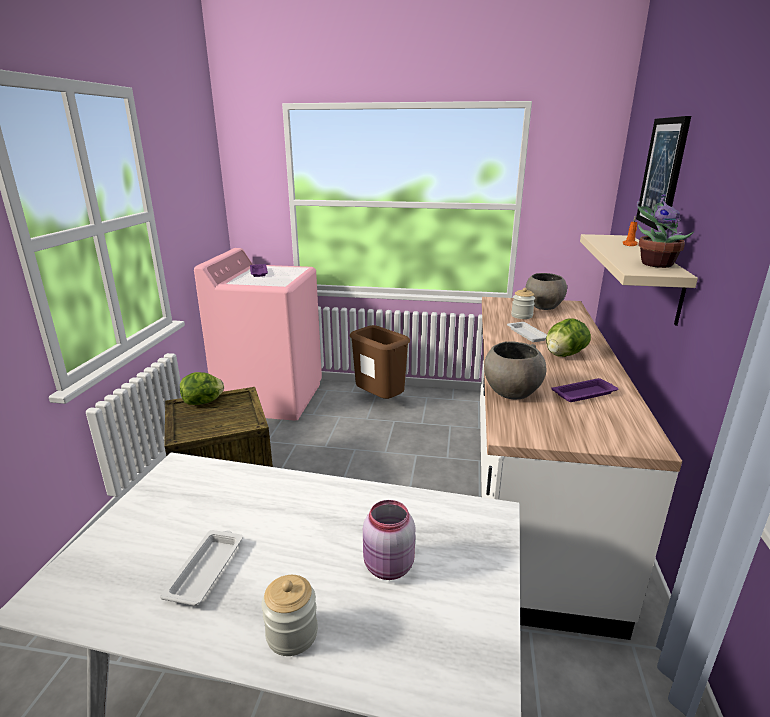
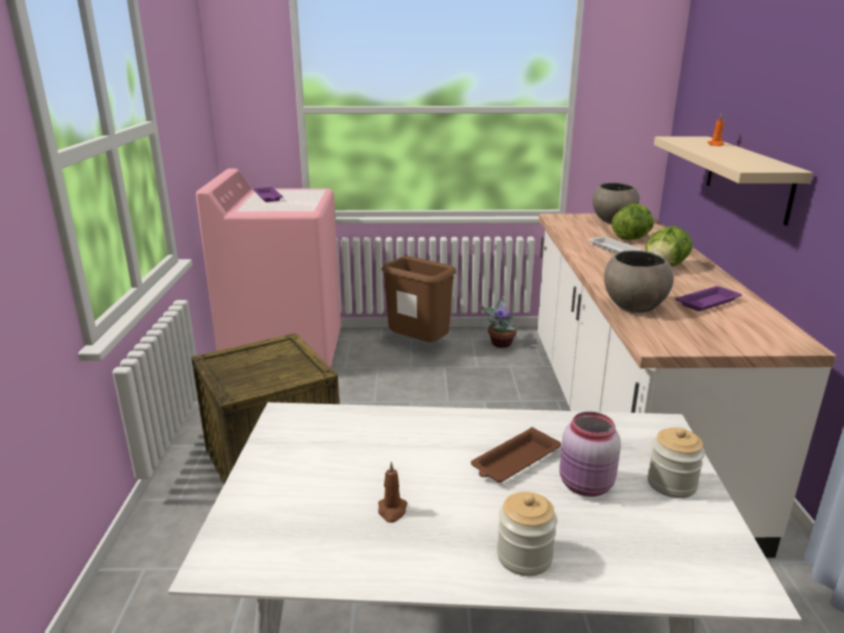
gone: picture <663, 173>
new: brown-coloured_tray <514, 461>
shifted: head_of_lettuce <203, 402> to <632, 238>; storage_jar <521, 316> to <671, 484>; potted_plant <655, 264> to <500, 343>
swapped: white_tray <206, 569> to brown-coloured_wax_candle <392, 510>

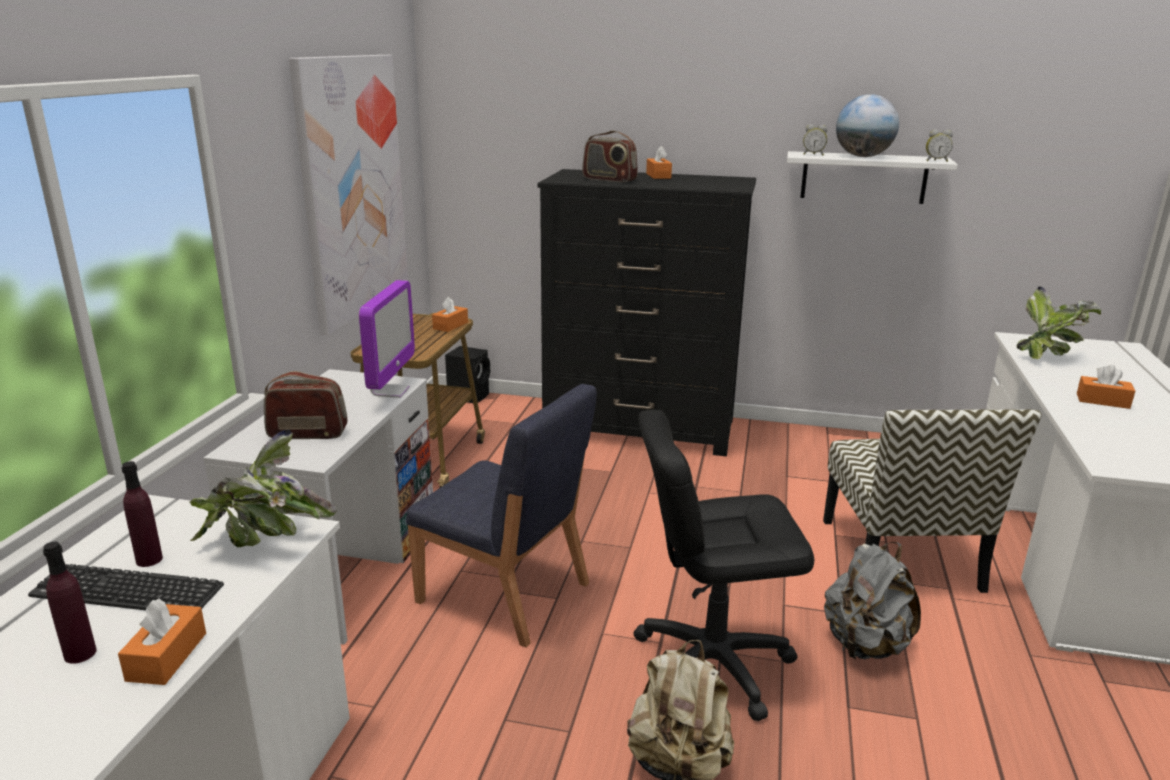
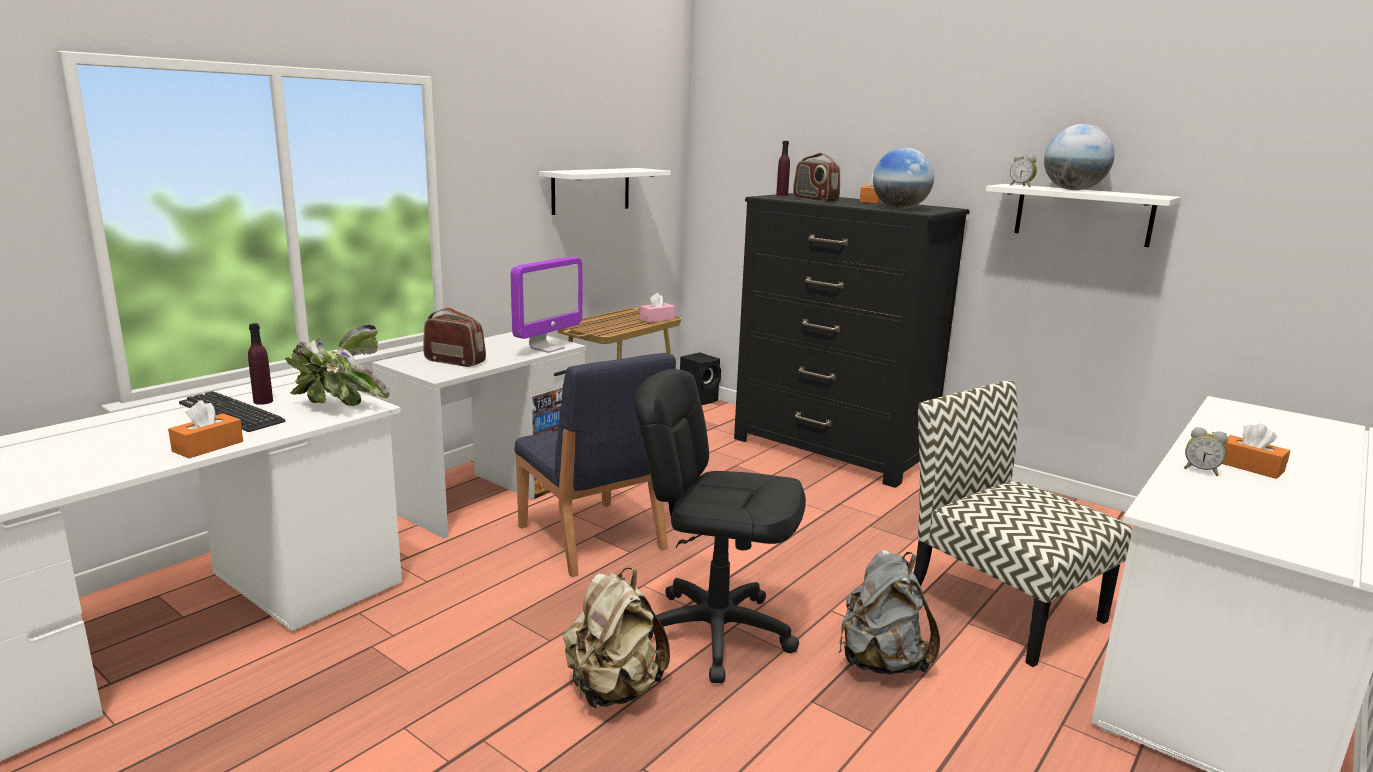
gone: potted_plant <1048, 356>
new: world_globe <900, 208>
shifted: purplish_drink_bottle <80, 654> to <782, 195>; bedside_clock <936, 161> to <1201, 470>
swapped: picture <353, 188> to white_shelf <591, 190>
repainted: orange_box_of_tissues <450, 325> to pinkish_box_of_tissues <657, 319>
rotated: chair <901, 556> = <1000, 606> 120 degrees clockwise

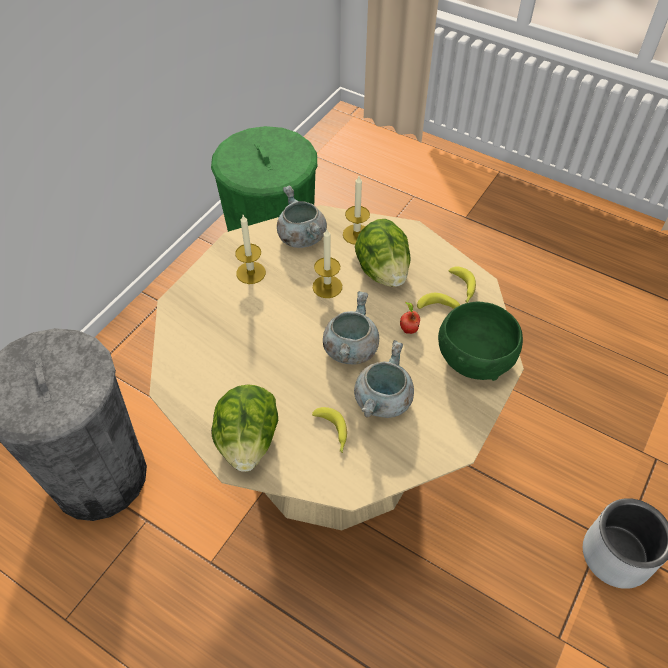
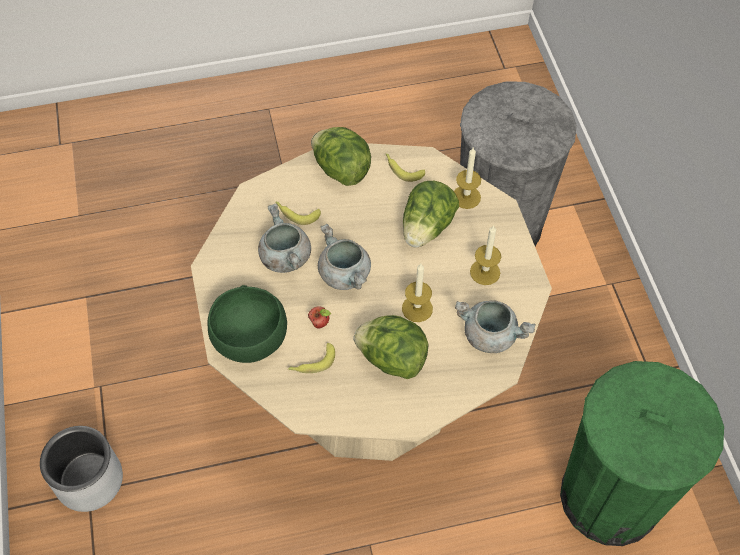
new: head_of_lettuce <427, 228>
shifted: wax_candle <356, 234> to <466, 197>; banana_fruit <462, 288> to <402, 169>

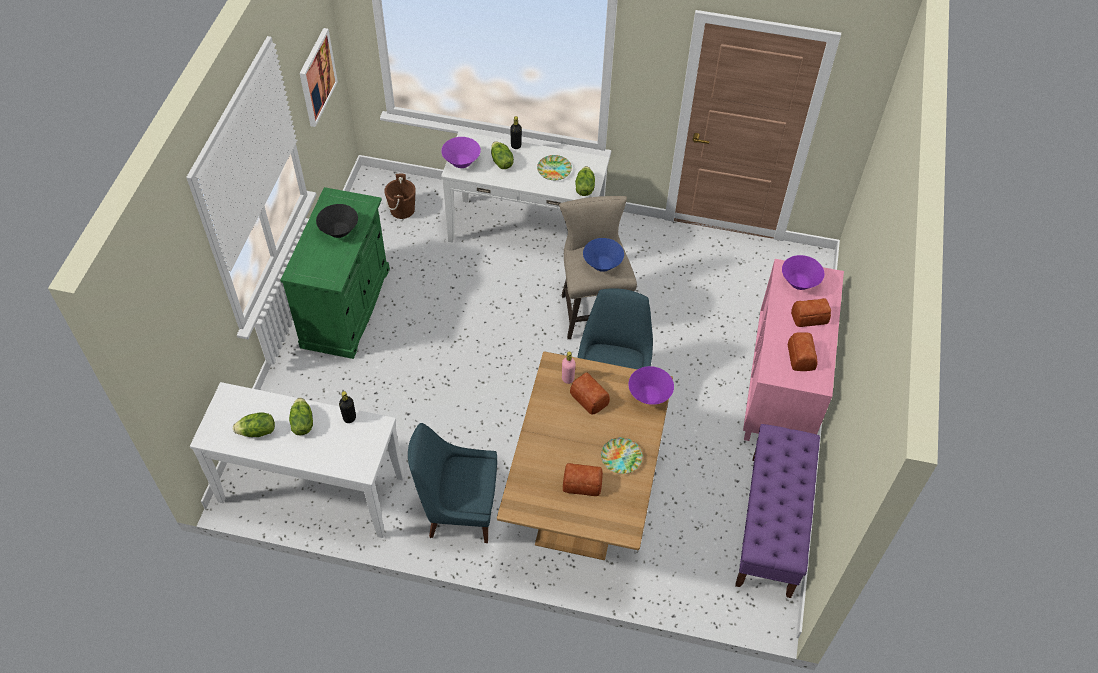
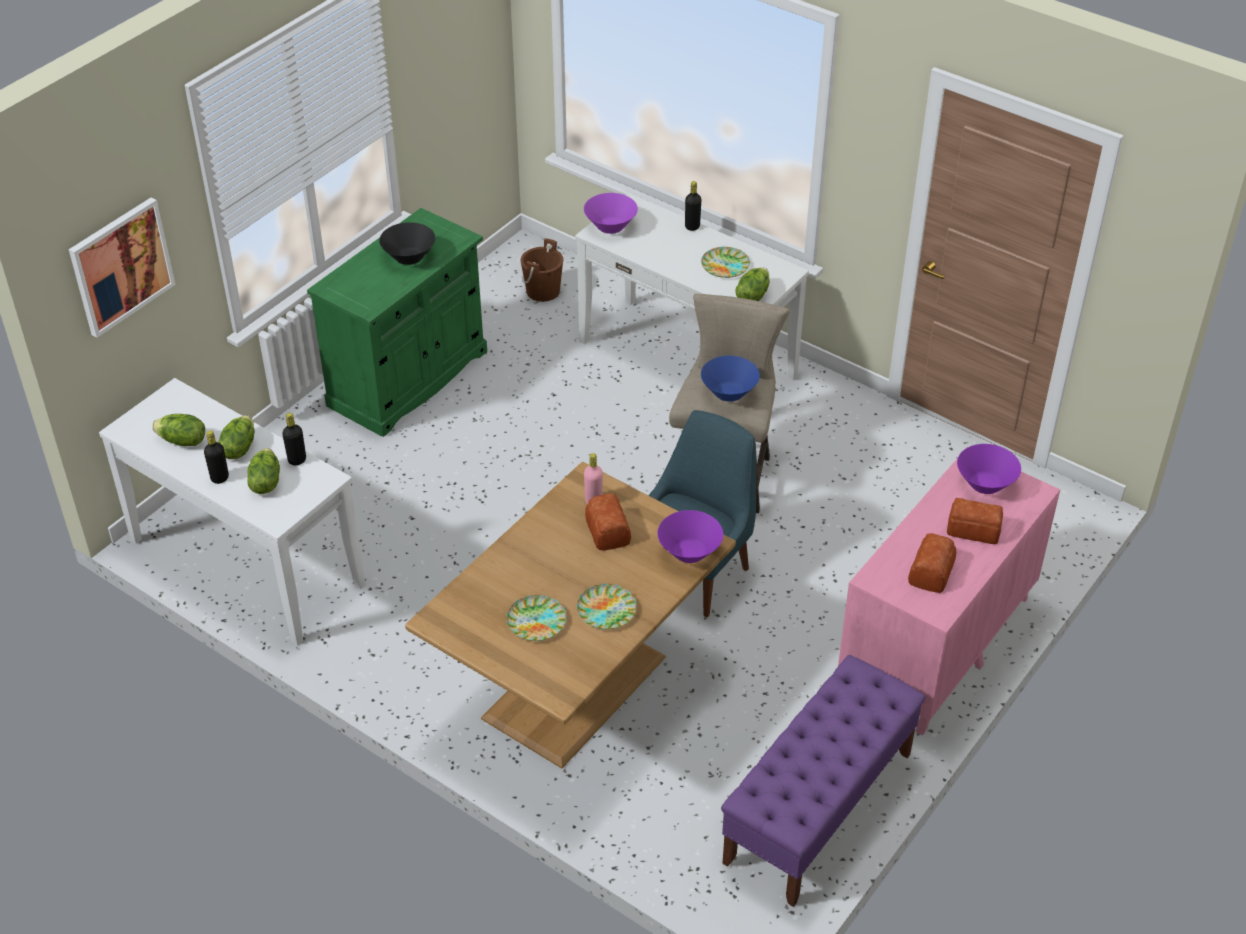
gone: blue-coloured_chair <459, 510>
new: blackish_drink_bottle <219, 478>
shifted: picture <316, 77> to <121, 266>; head_of_lettuce <501, 162> to <265, 482>
swapped: bread <581, 482> to flat_dish <536, 621>

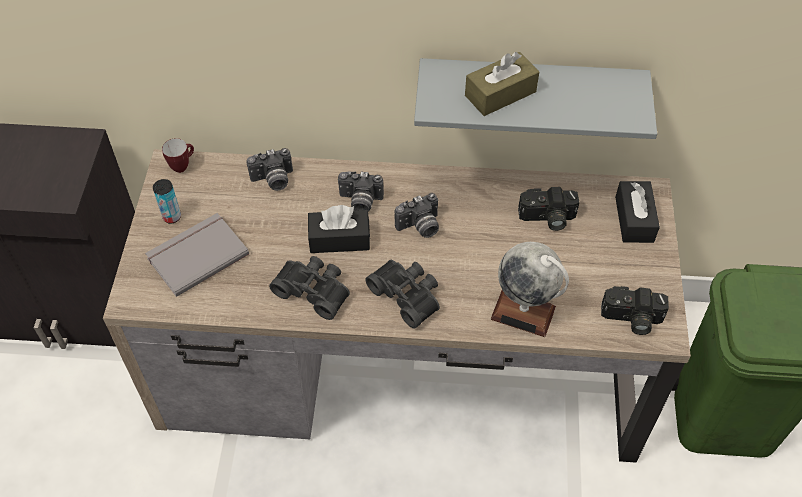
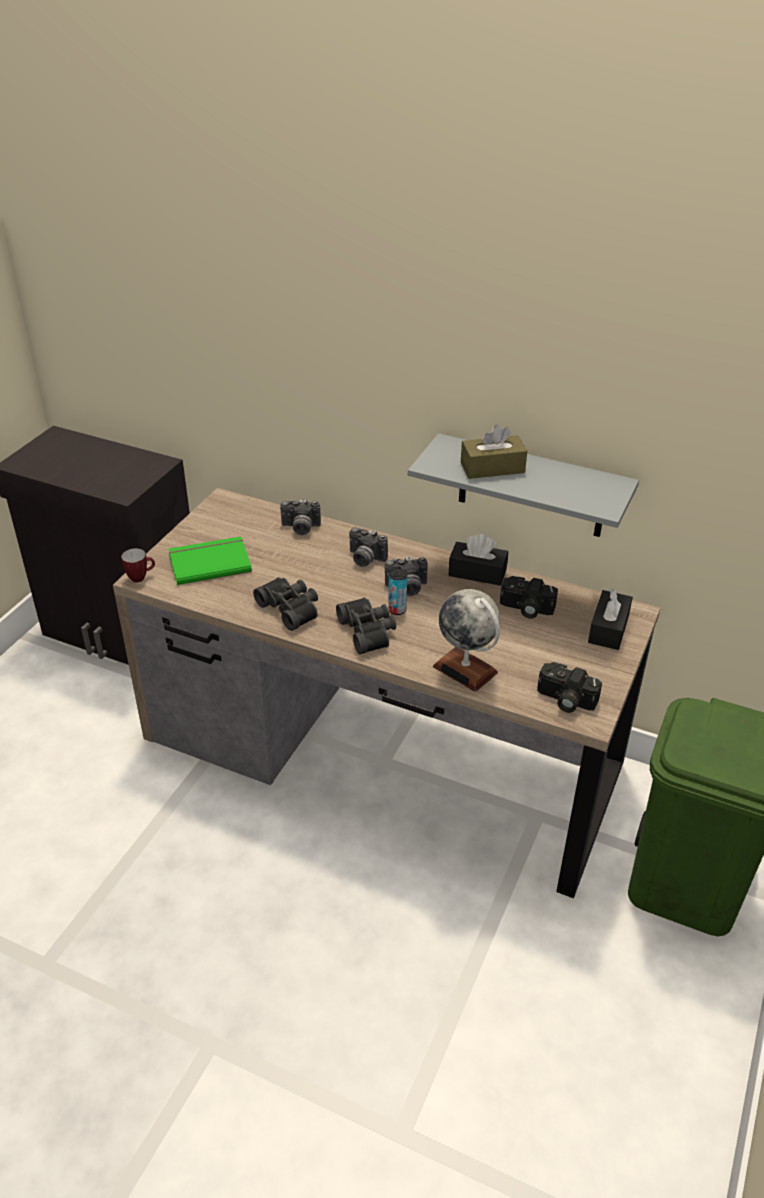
shifted: sealed_can <172, 217> to <397, 610>; tea_mug <182, 165> to <141, 577>; blackish_box_of_tissues <339, 239> to <477, 572>
repainted: grey_bound_book <196, 255> to greenish_bound_book <209, 562>

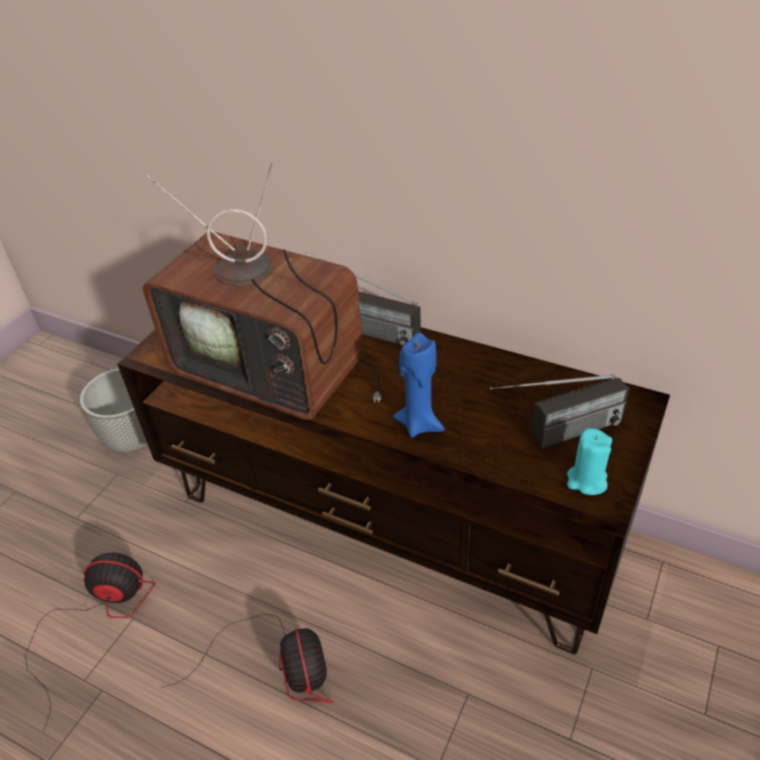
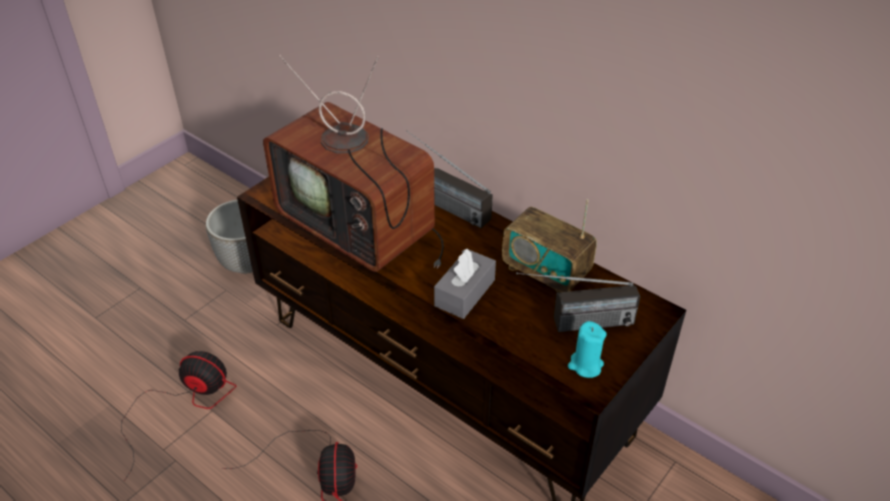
new: radio_receiver <546, 273>
swapped: blue-coloured_wax_candle <419, 424> to grey_box_of_tissues <465, 293>

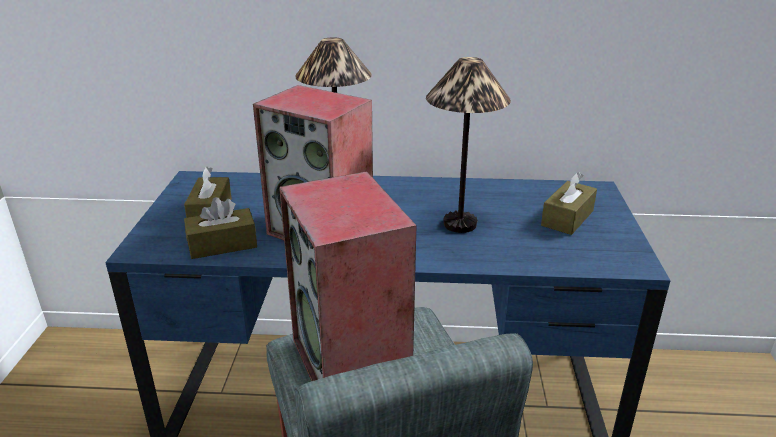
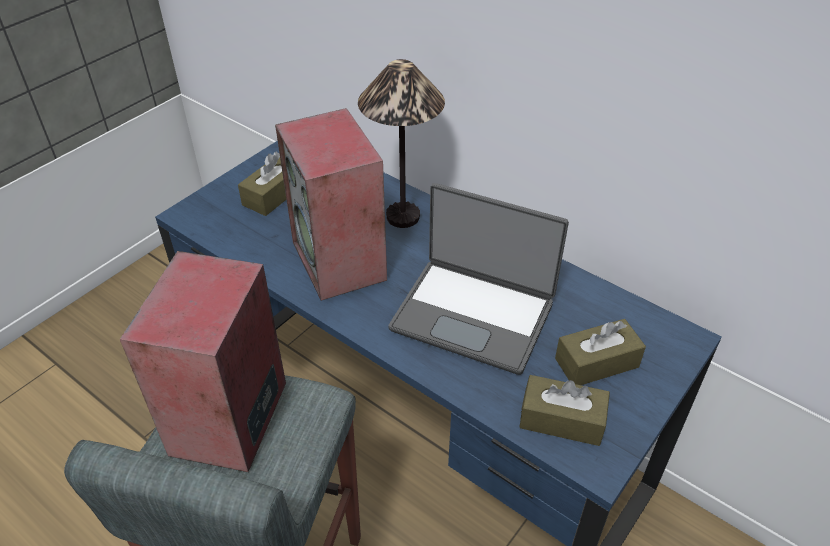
shifted: brown-coloured_box_of_tissues <222, 245> to <561, 420>
swapped: lamp_for_a_table <460, 224> to portable_computer <474, 314>

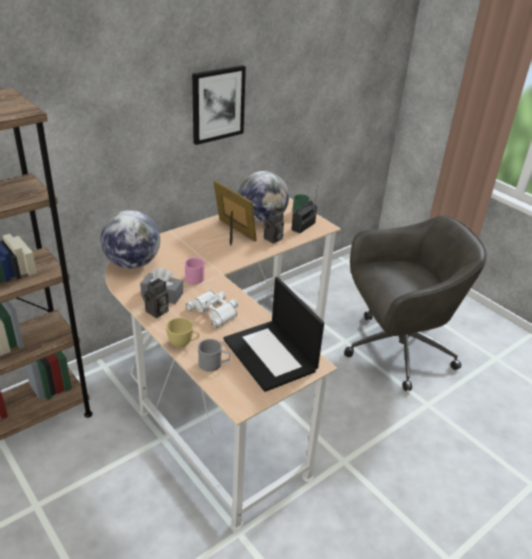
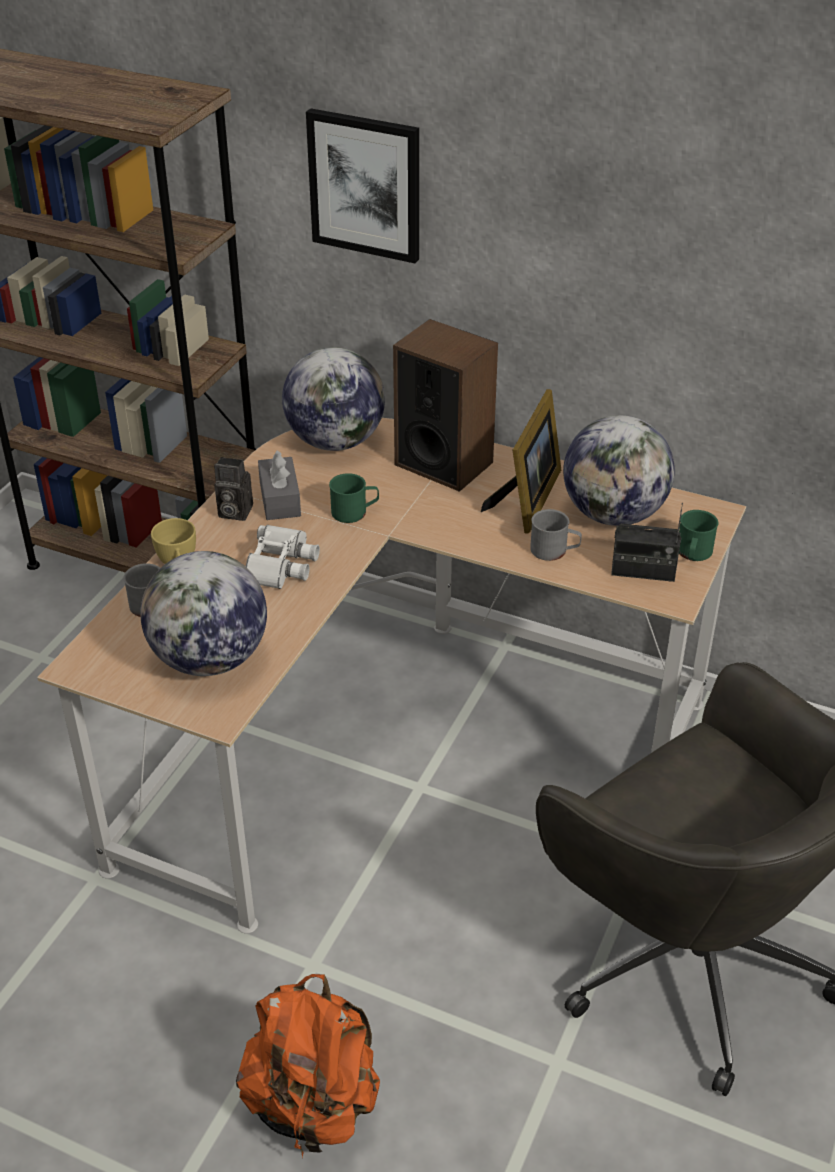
new: orange_backpack <313, 1103>; loudspeaker <444, 463>
shifted: picture <217, 104> to <365, 185>
swapped: portable_computer <271, 355> to world_globe <210, 659>; photo_camera <273, 239> to grey_tea_mug <554, 551>
repainted: pinkish_tea_mug <195, 277> to greenish_tea_mug <354, 512>

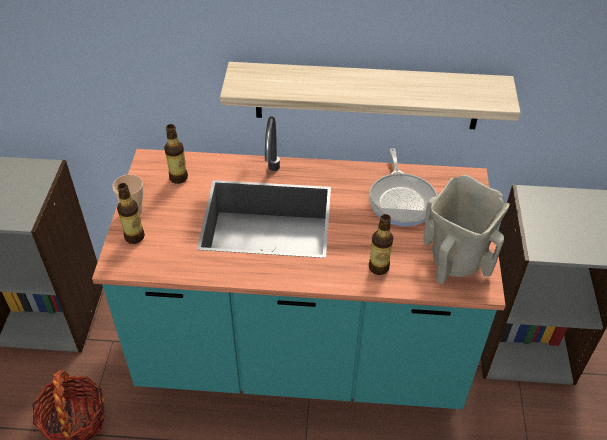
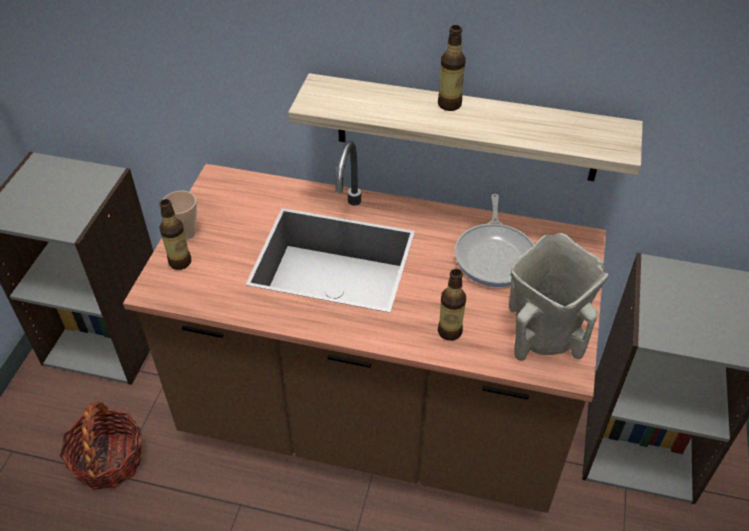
shifted: drink_bottle <178, 177> to <449, 104>
repainted: blue-green_kitchen_counter <302, 353> to brown-coloured_kitchen_counter <374, 419>

